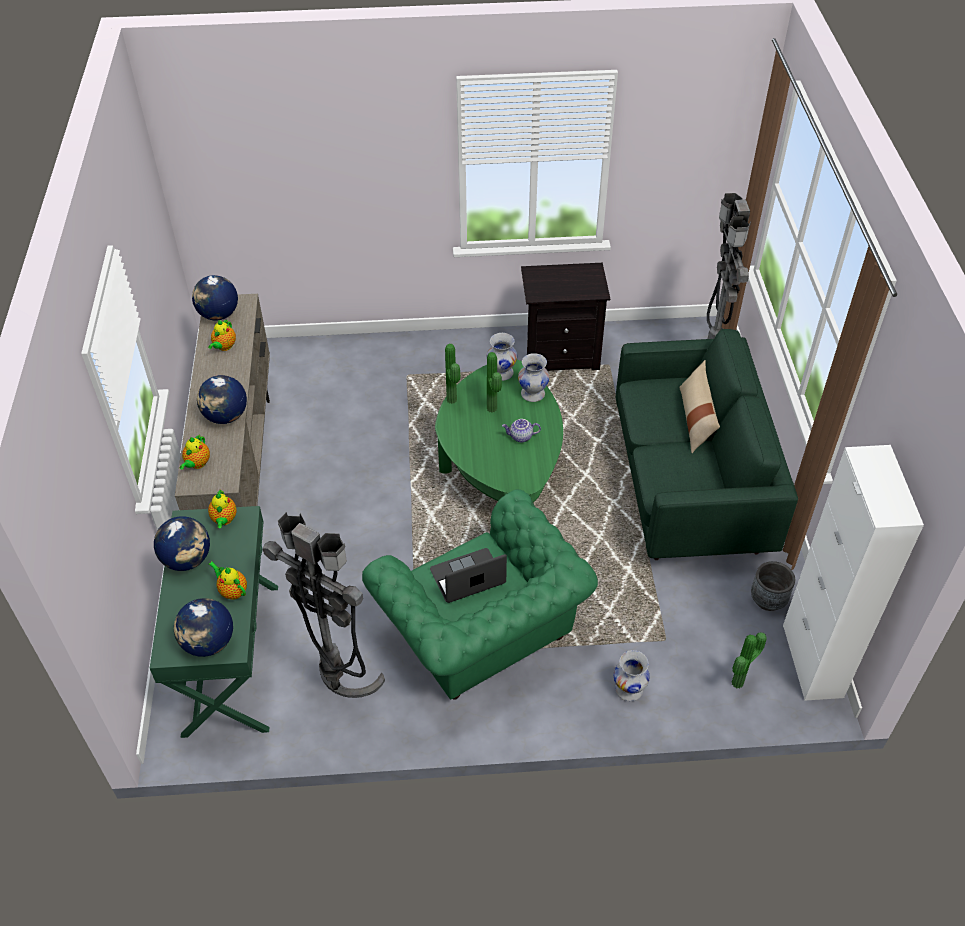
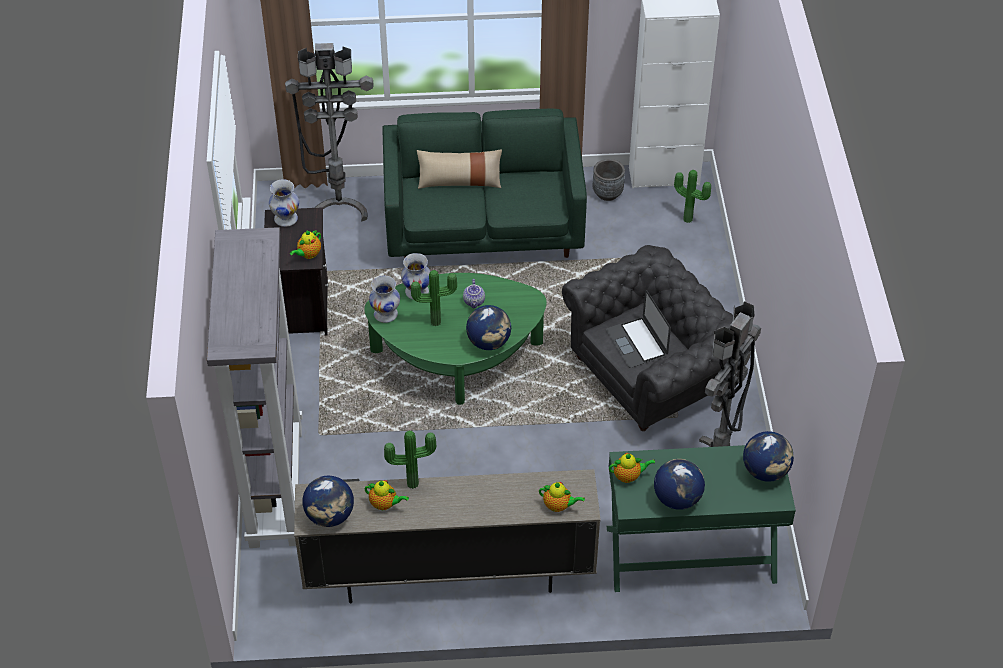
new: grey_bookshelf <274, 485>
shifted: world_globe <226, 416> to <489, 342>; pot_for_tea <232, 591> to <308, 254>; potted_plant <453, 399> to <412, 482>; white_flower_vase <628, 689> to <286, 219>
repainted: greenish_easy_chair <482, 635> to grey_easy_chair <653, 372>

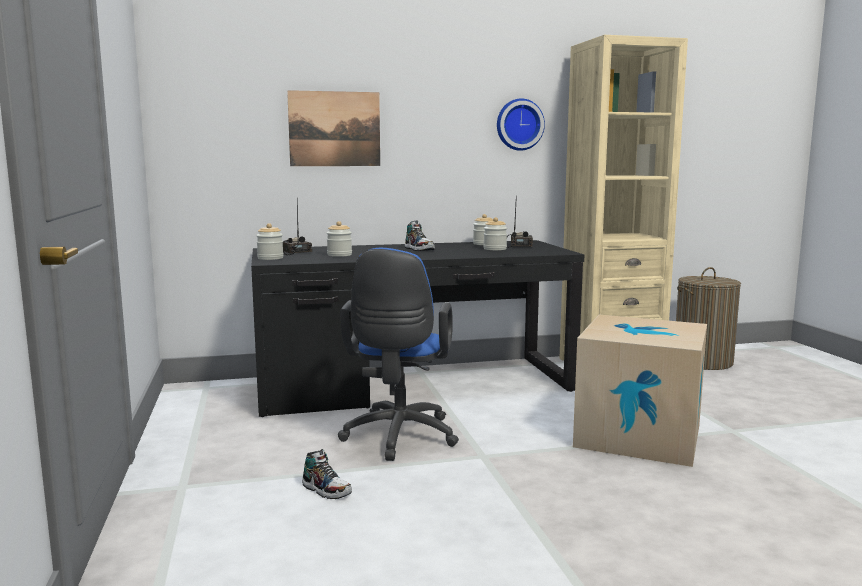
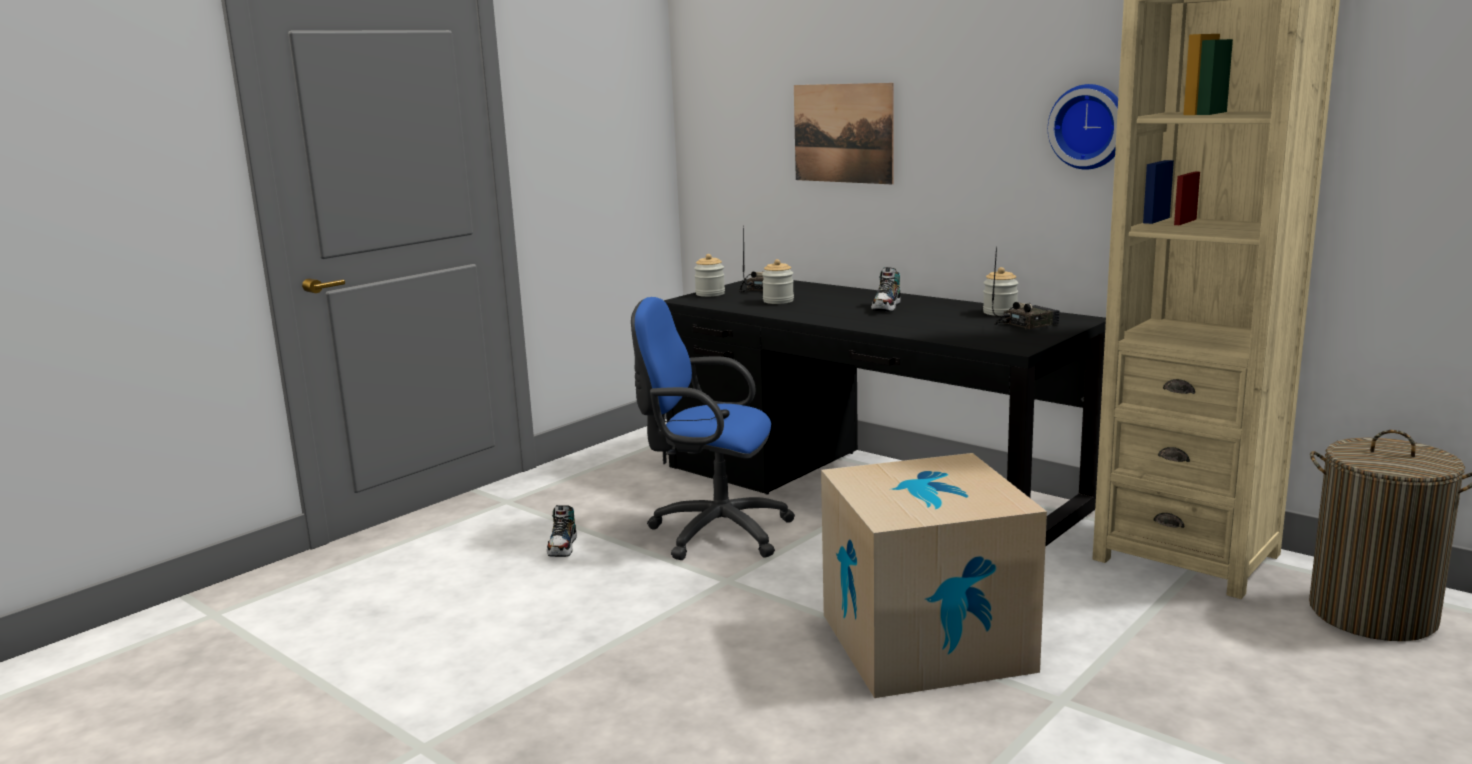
gone: storage_jar <495, 249>
rotated: blue-coloured_office_chair <398, 438> = <712, 532> 45 degrees clockwise

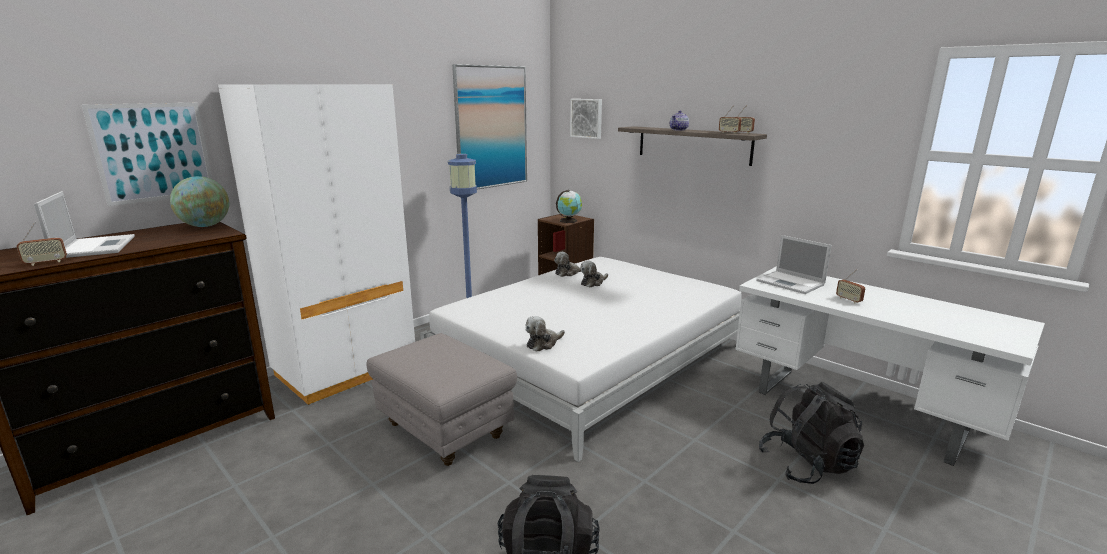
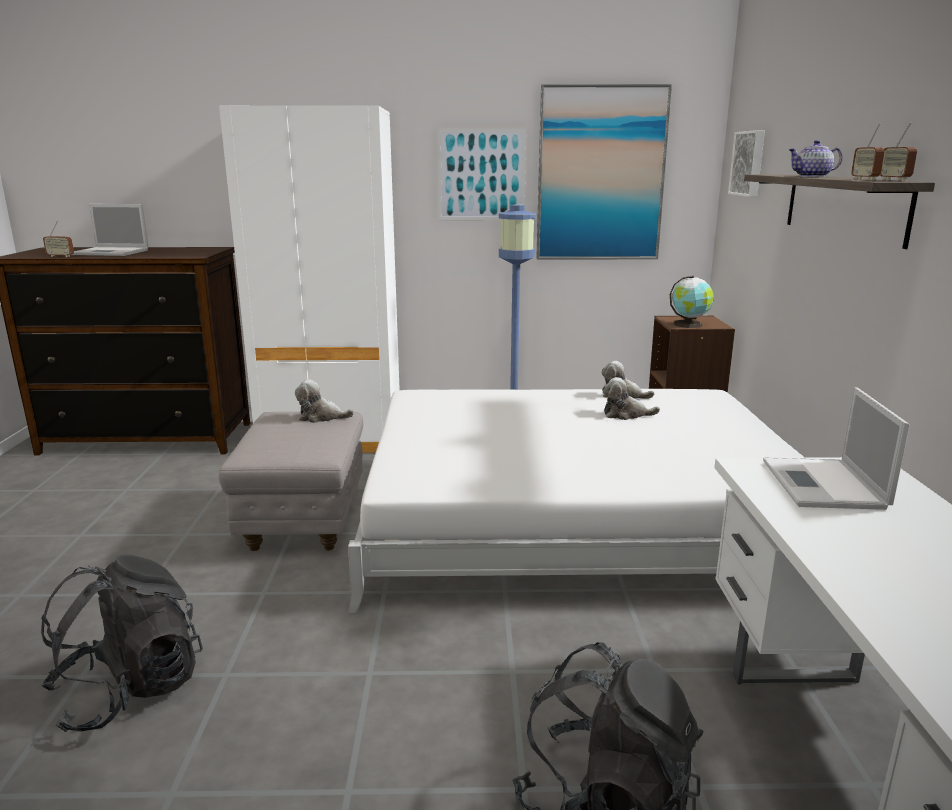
gone: world_globe <205, 226>; radio_receiver <848, 300>
shifted: picture <153, 152> to <481, 175>; cuddly_toy <543, 344> to <321, 417>
rotated: portable_computer <95, 247> = <112, 252> 75 degrees clockwise

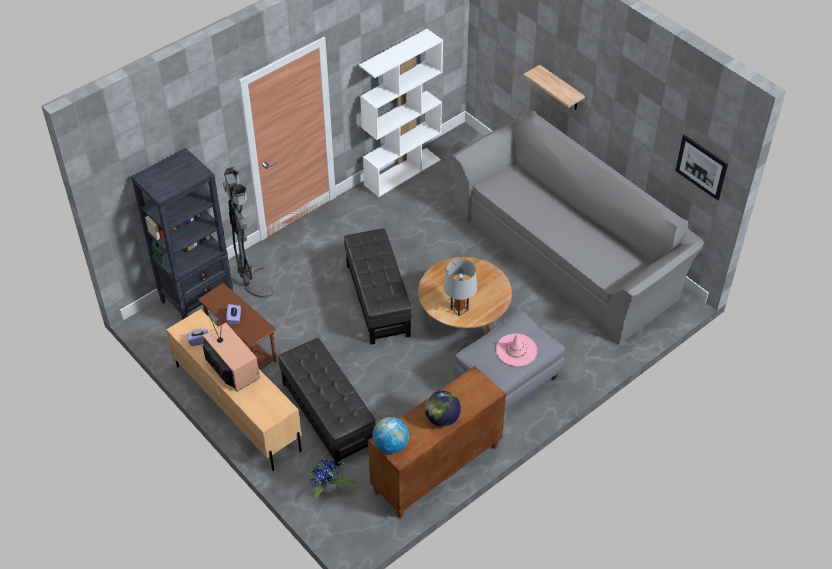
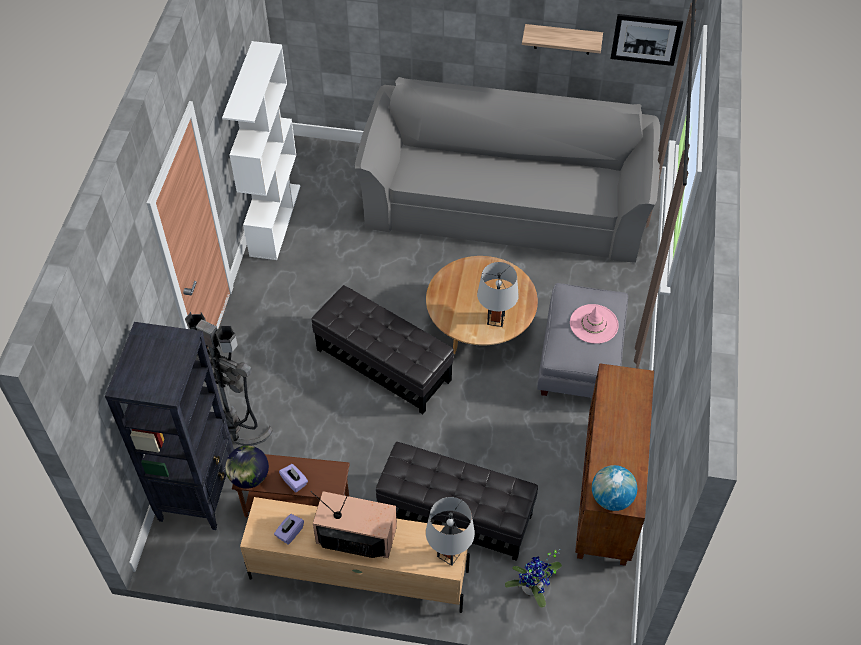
new: grey_lamp_for_a_table <449, 554>
shifted: world_globe <442, 419> to <249, 477>; shelf <561, 89> to <562, 39>

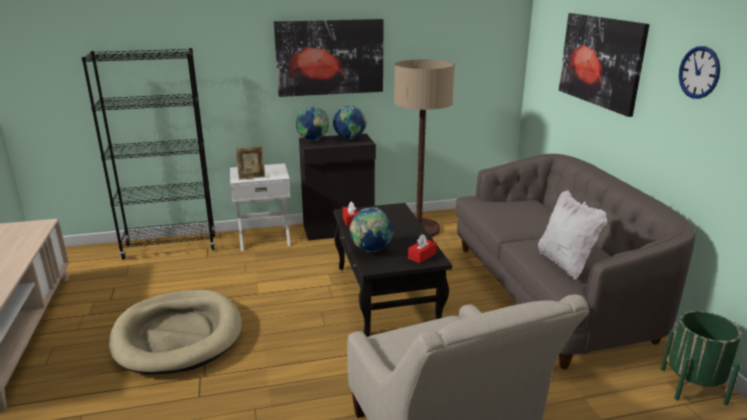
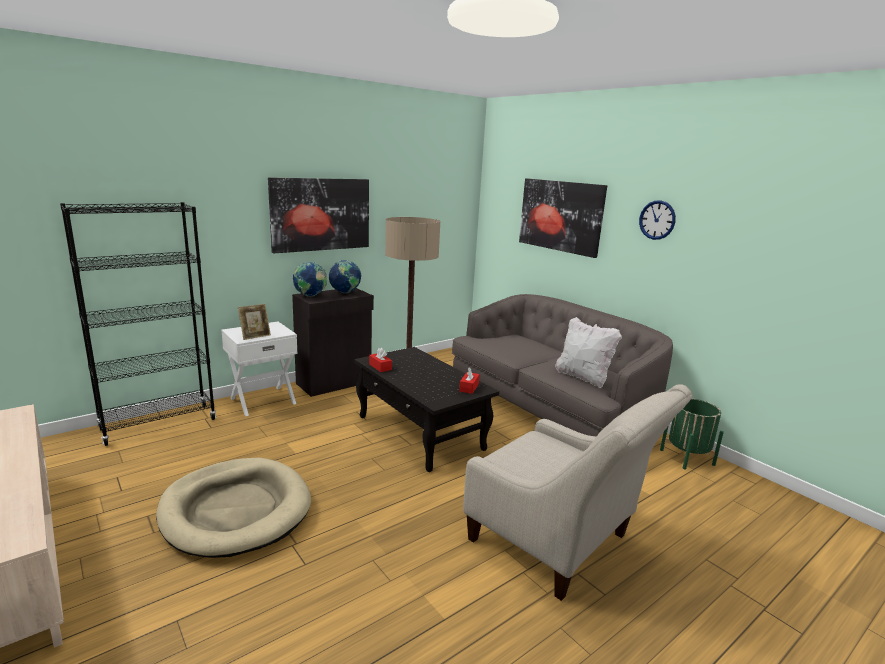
gone: world_globe <370, 250>

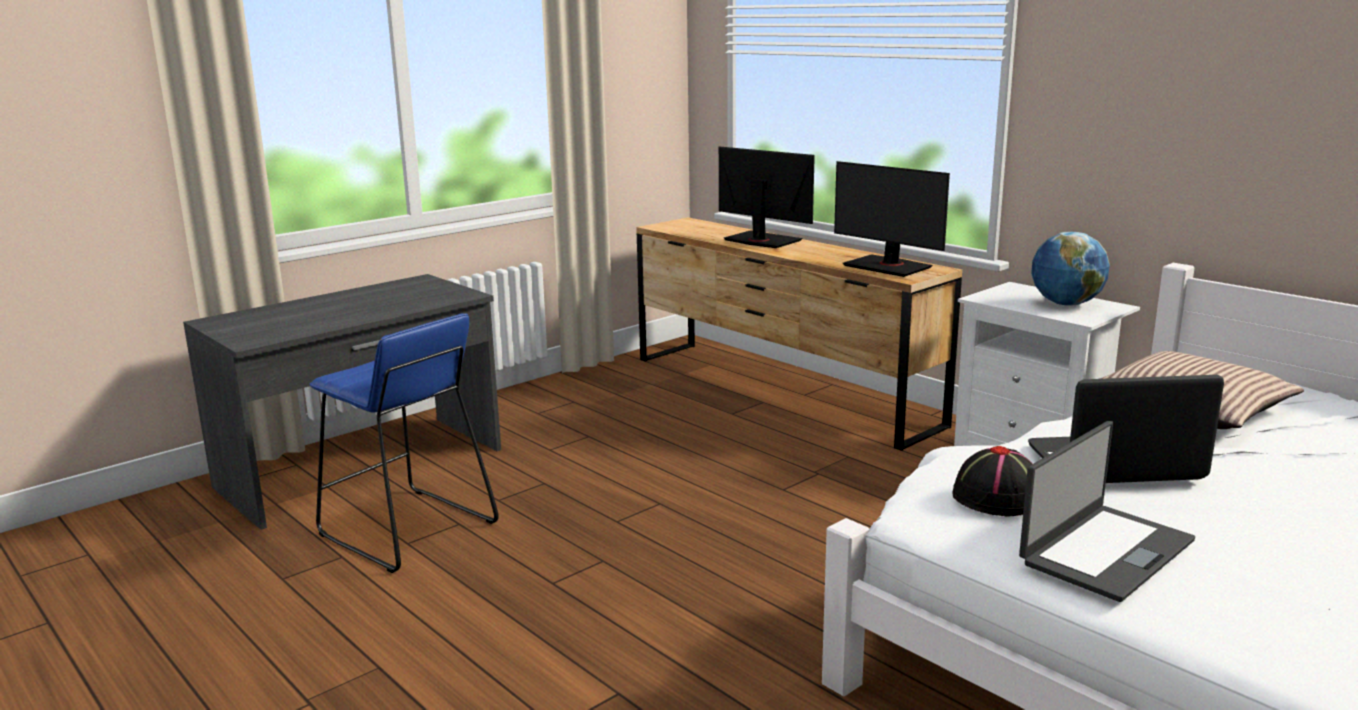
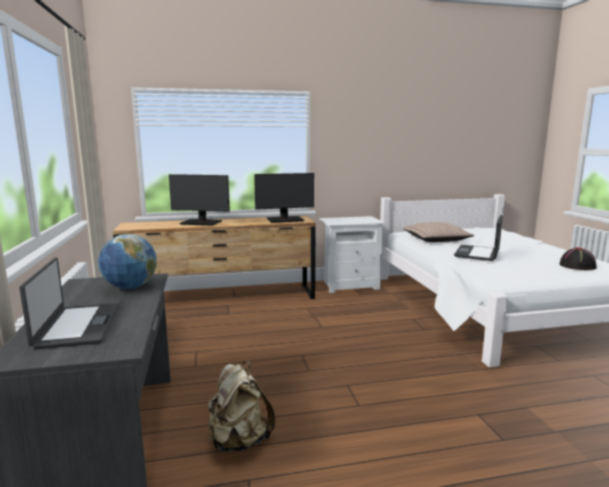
shifted: blackish_wearable_hat <998, 497> to <577, 266>; portable_computer <1105, 551> to <77, 326>; world_globe <1066, 304> to <130, 287>
swapped: blue-coloured_stool_seat <406, 529> to beige-coloured_backpack <238, 441>
rotated: monitor <762, 240> = <201, 222> 150 degrees counterclockwise

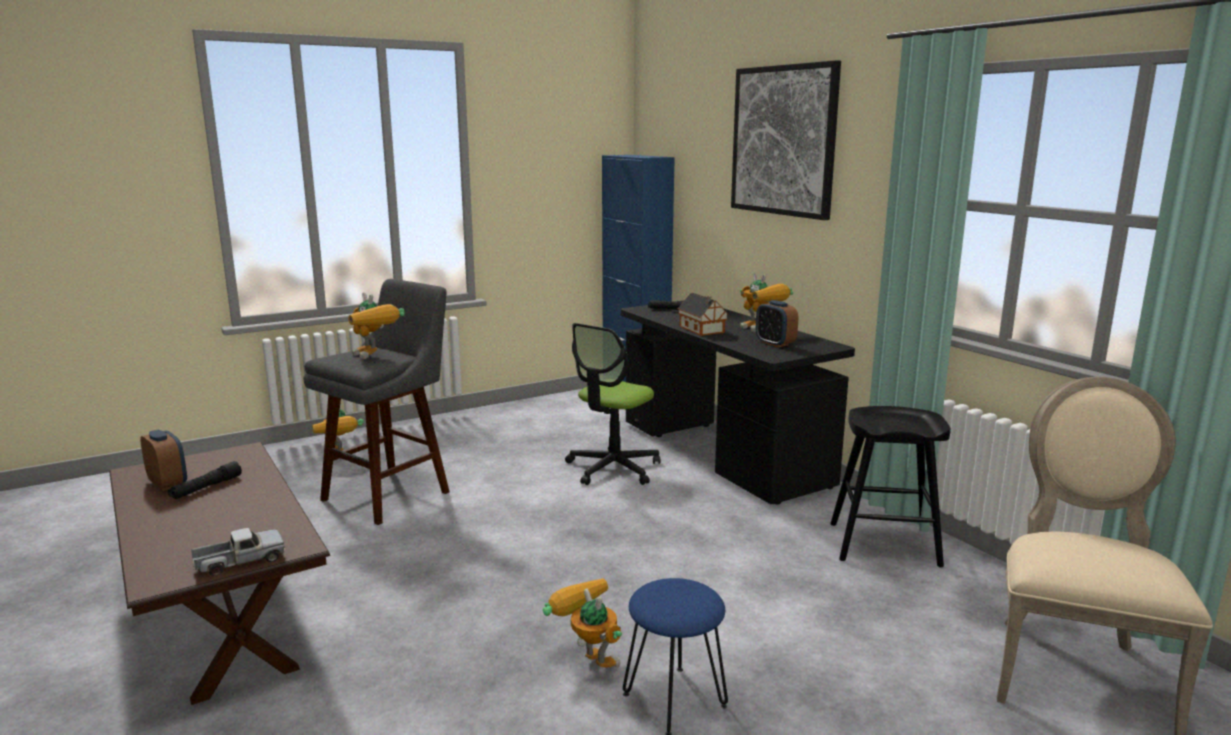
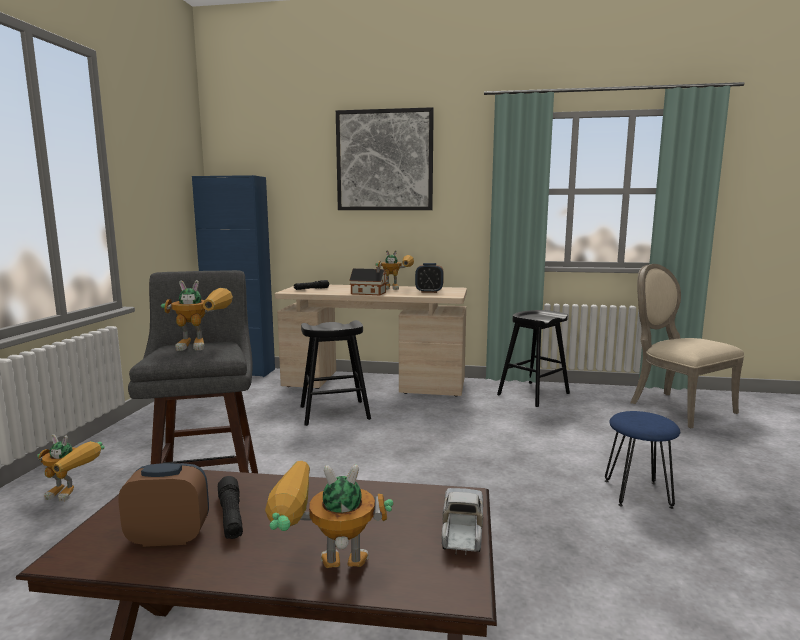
shifted: model_robot <586, 659> to <323, 574>
swapped: office_chair <613, 468> to blackish_stool_seat <335, 413>
repainted: blackish_desk_table <722, 454> to beige-coloured_desk_table <374, 384>

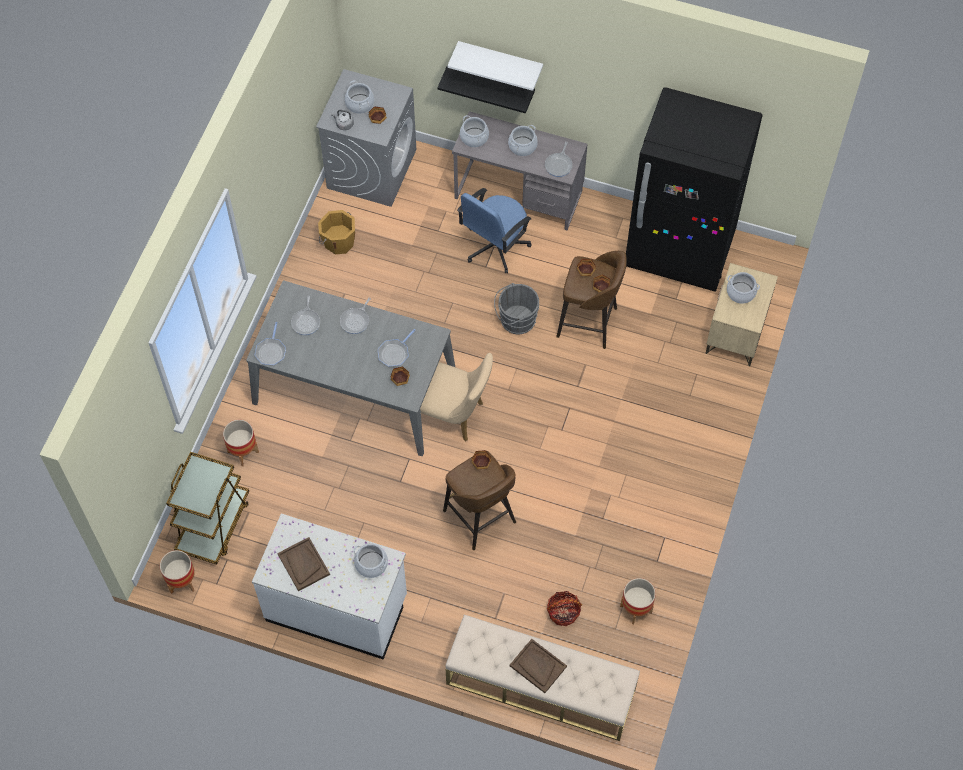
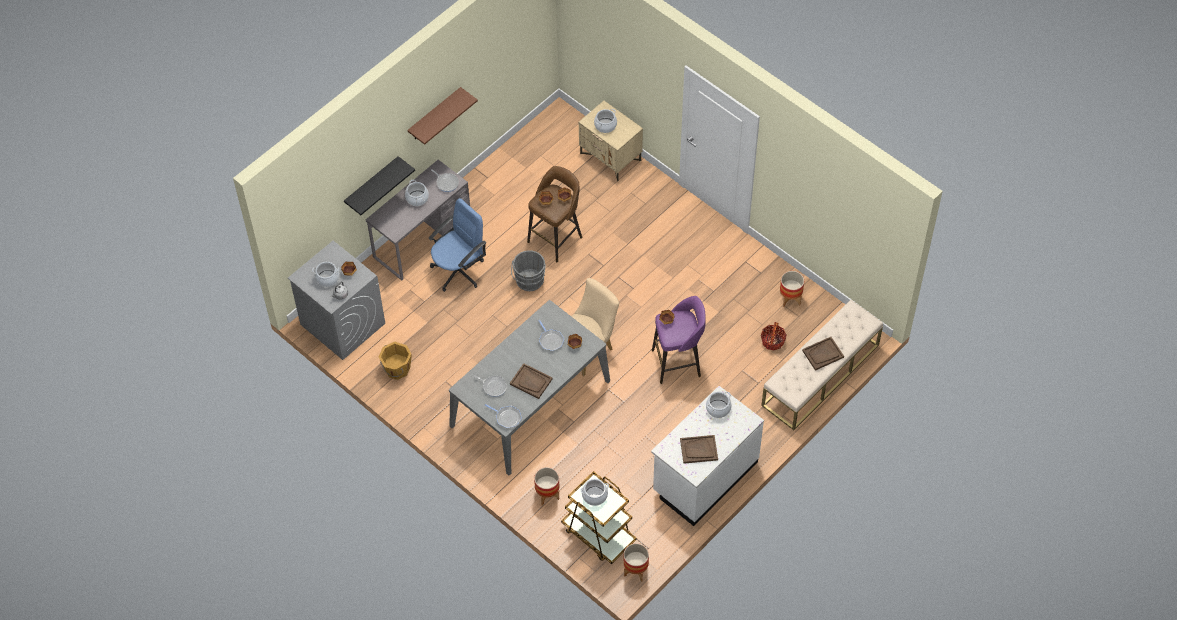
gone: frying_pan <356, 321>; white_shelf <500, 60>; blackish_refrigerator <680, 250>
new: brown-coloured_shelf <434, 115>; brown-coloured_tray <531, 381>
shifted: stockpot <474, 137> to <595, 496>
repainted: brown-coloured_stool_seat <480, 518> to purplish_stool_seat <678, 363>
rotated: blue-coloured_office_chair <495, 246> = <459, 270> 105 degrees counterclockwise

